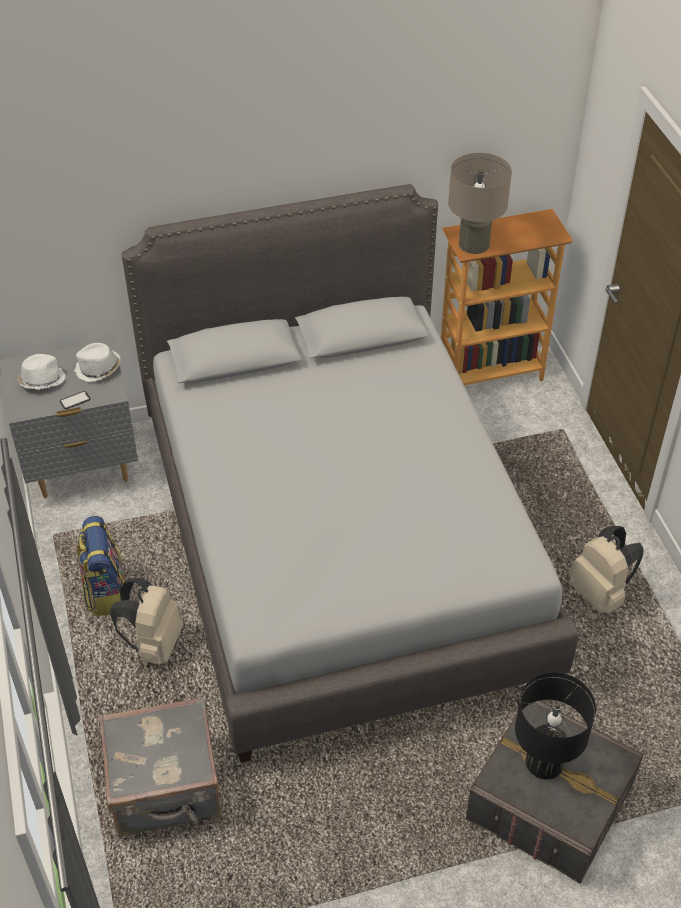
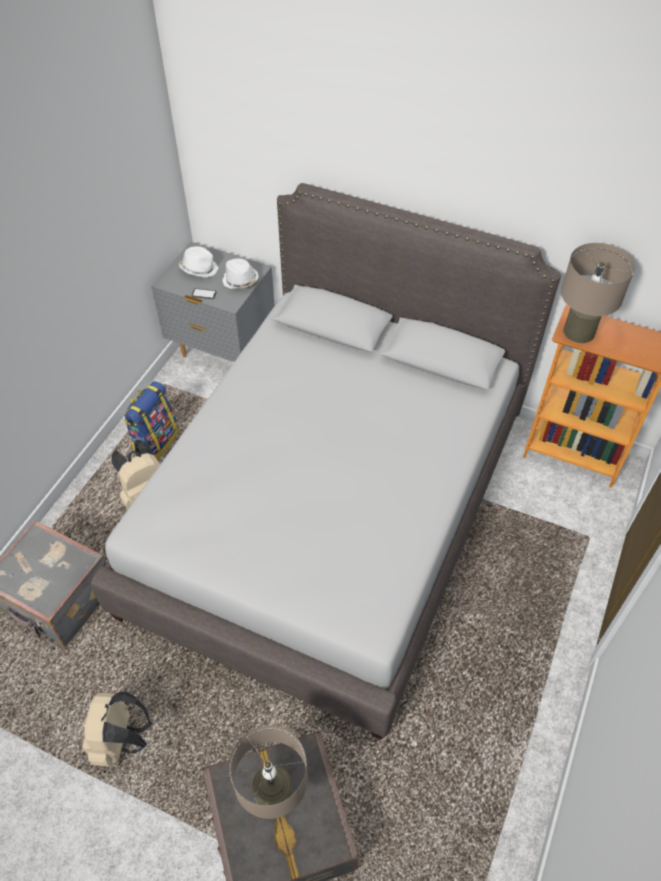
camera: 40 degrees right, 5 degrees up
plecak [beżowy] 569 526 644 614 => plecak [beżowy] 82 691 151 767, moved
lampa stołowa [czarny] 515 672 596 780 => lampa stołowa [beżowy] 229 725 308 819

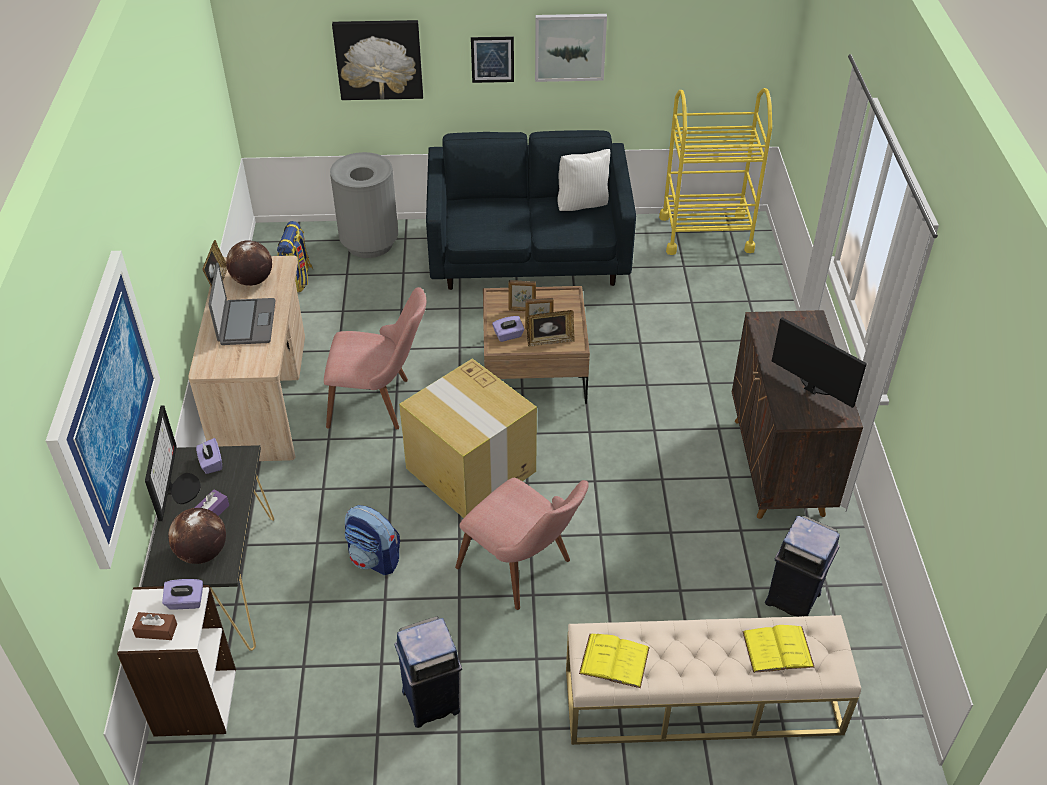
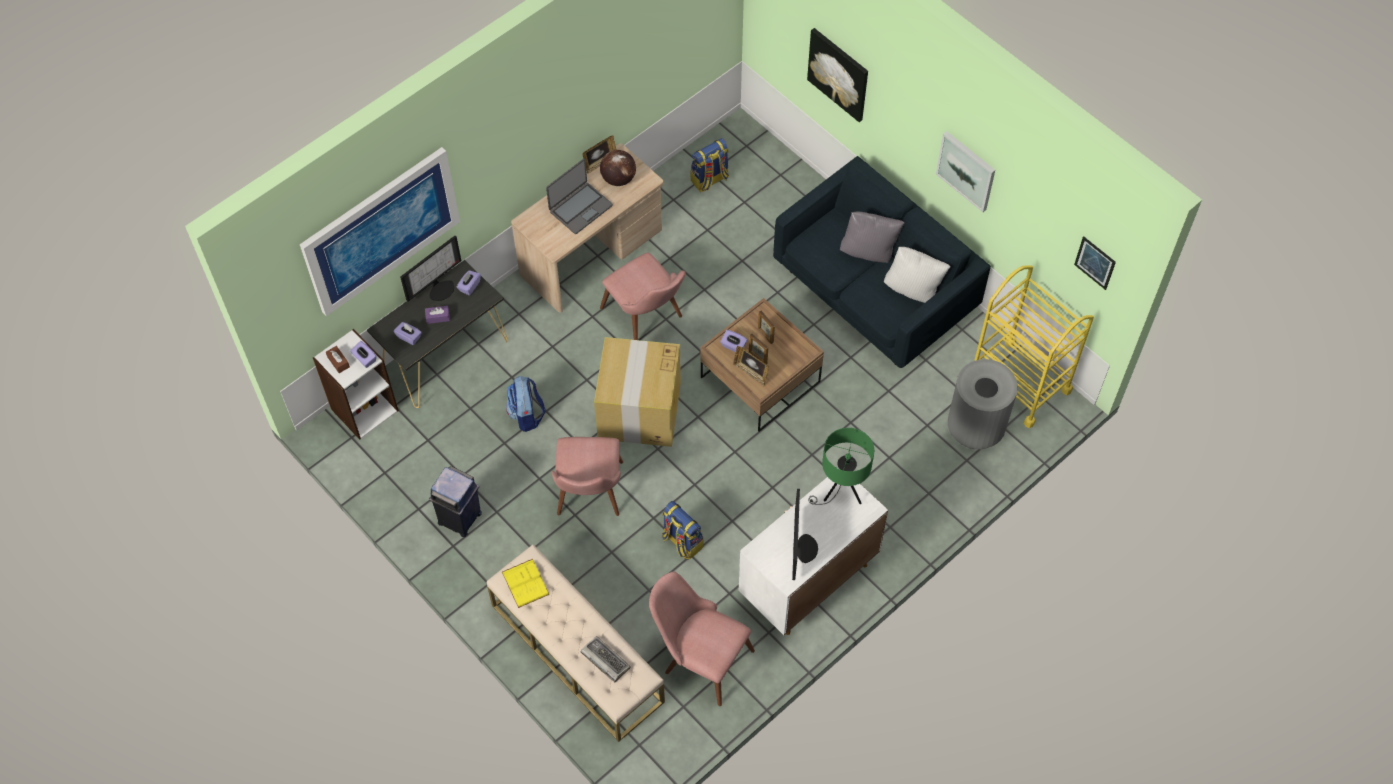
camera: 50 degrees right, 15 degrees up
nothing => plecak 662 501 704 560
nothing => lampa stołowa [zielony] 808 428 874 505
nothing => poduszka [szary] 840 212 904 263
kosz na śmieci [szary] 330 152 398 258 => kosz na śmieci [szary] 948 359 1018 449, moved
obraz 471 36 514 83 => obraz 1074 236 1116 290, moved
globus 168 508 226 564 => pudełko chusteczek [fioletowy] 394 322 422 345
książka [żółty] 742 625 815 673 => klawiatura 581 636 631 683
kosz na śmieci [niebieski] 765 516 840 617 => krzesło [różowy] 649 572 755 706
szafka [brązowy] 732 310 863 519 => szafka [biały] 739 468 888 635

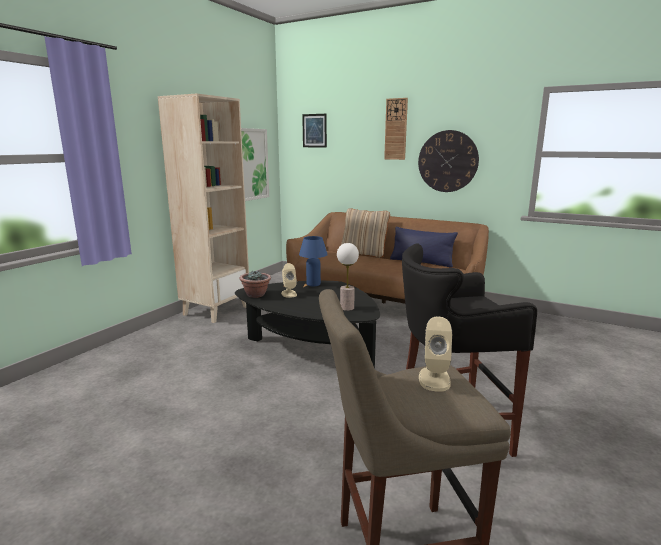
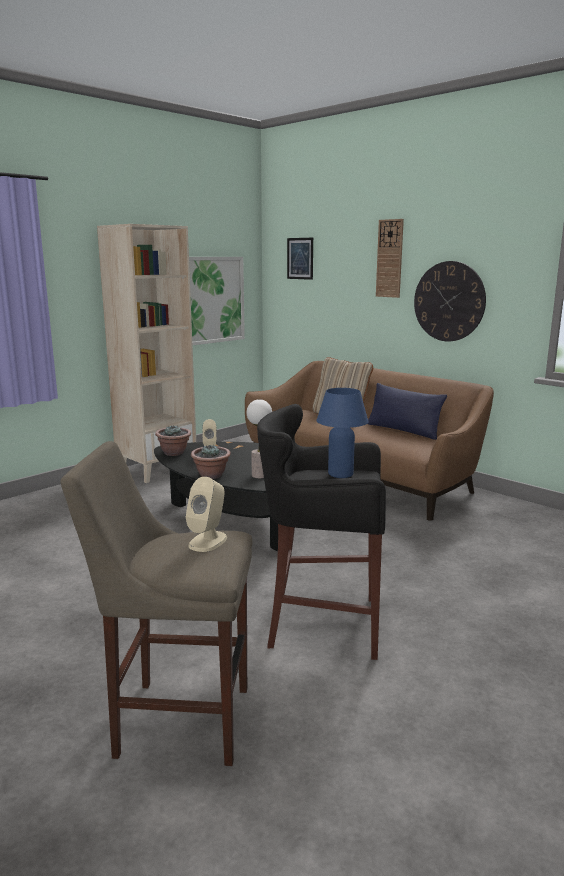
camera: 15 degrees right, 0 degrees up
nothing => roślina doniczkowa 191 444 231 479
lampa stołowa [niebieski] 299 236 328 286 => lampa stołowa [niebieski] 316 388 368 478, moved

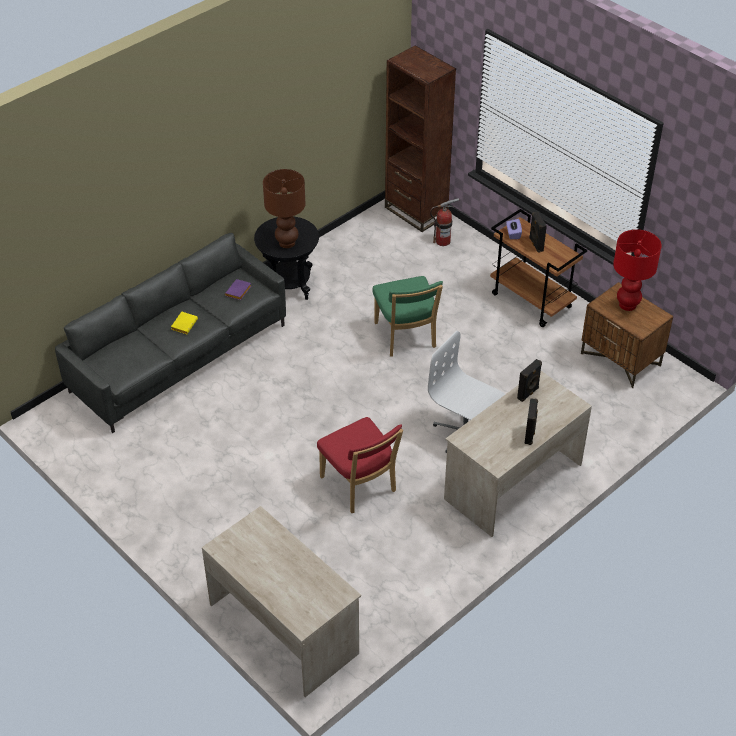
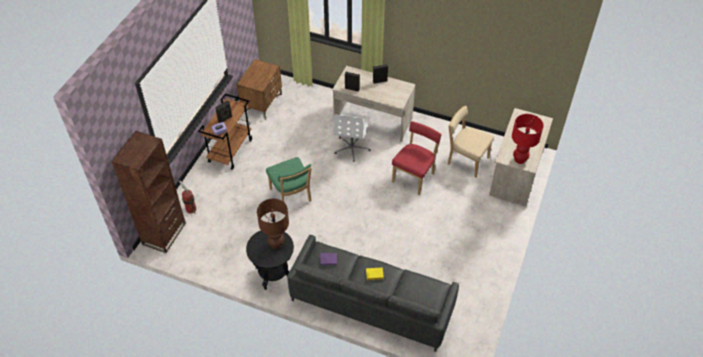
camera: 115 degrees left, 5 degrees up
nothing => krzesło [beżowy] 448 106 494 178
lampa stołowa [czerwony] 613 229 662 311 => lampa stołowa [czerwony] 512 114 544 164, moved
krzesło [zielony] 373 276 443 357 => krzesło [zielony] 266 157 312 202, 105 degrees clockwise

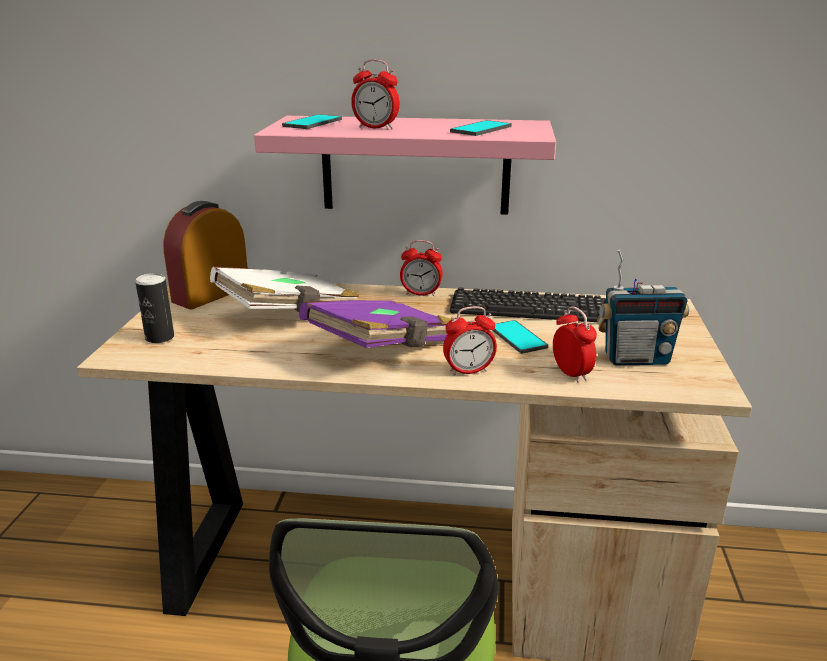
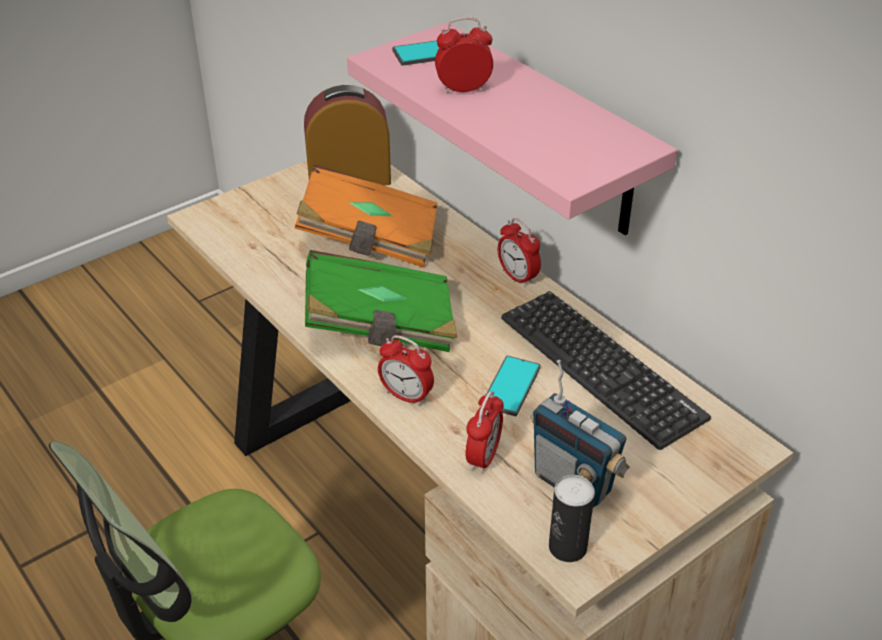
camera: 45 degrees right, 15 degrees up
telefon 450 120 512 136 => nothing
puszka 135 273 174 343 => puszka 549 475 595 562, moved
książka [biały] 210 266 359 312 => książka [pomarańczowy] 295 164 437 268
książka [fioletowy] 299 300 452 348 => książka [zielony] 305 250 457 352
budzik 351 59 400 130 => budzik 435 17 493 94, 105 degrees clockwise

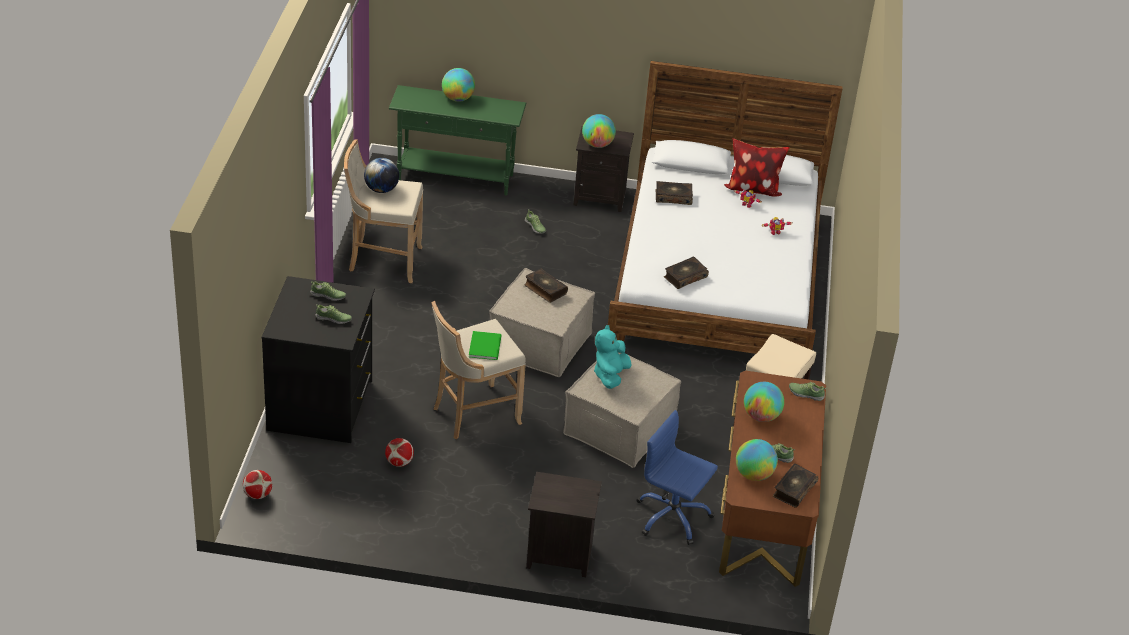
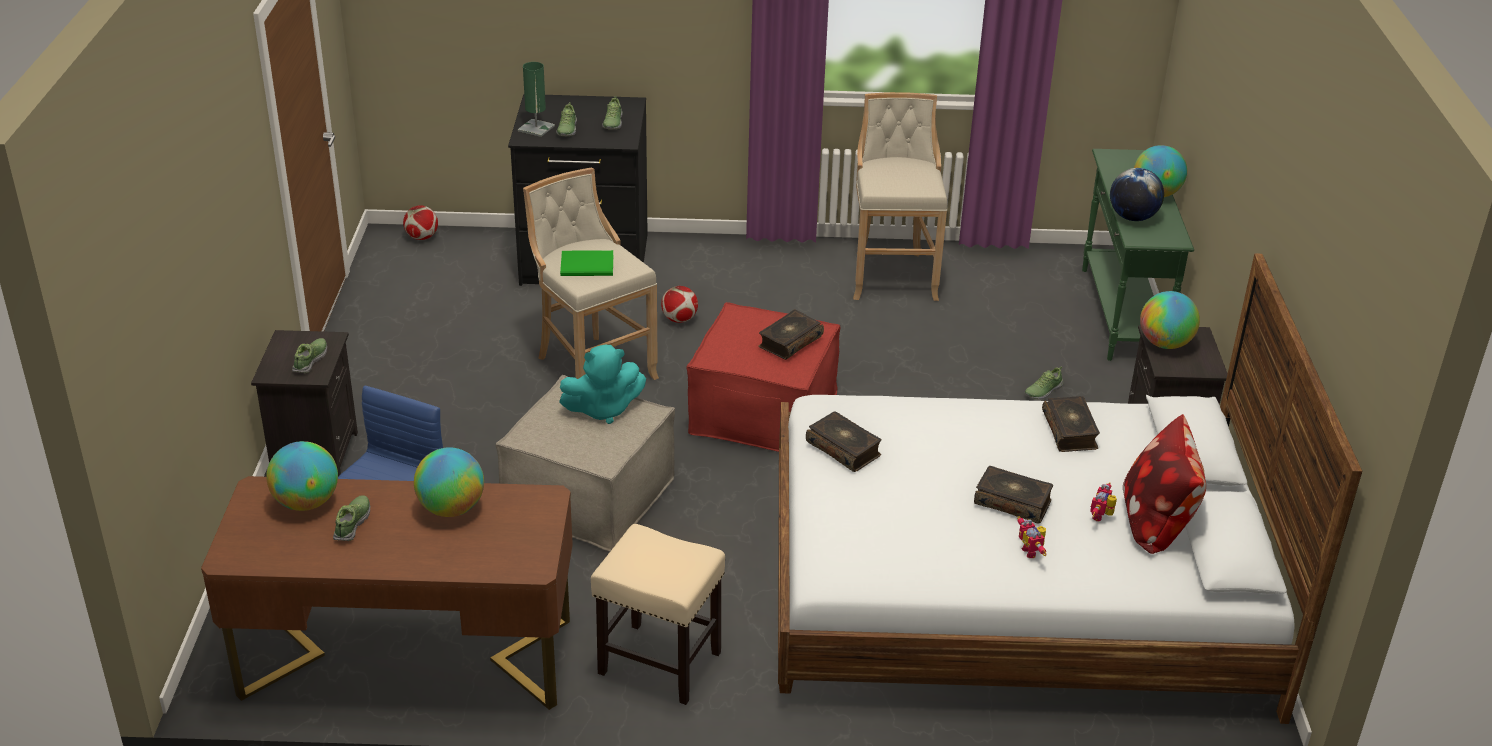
camera: 85 degrees right, 5 degrees down
nothing => lampa stołowa [zielony] 518 62 555 137
globus 364 158 399 193 => globus 1110 168 1164 221, moved
piłka futbolowa 385 438 414 467 => piłka futbolowa 661 286 698 323, moved
książka 773 463 818 508 => książka 974 466 1053 524, moved
but 789 382 826 401 => but 292 338 327 373, moved
pufa [beżowy] 489 268 595 377 => pufa [czerwony] 686 302 840 452
pluszak [turkusowy] 594 325 632 389 => pluszak [turkusowy] 559 345 646 424, 150 degrees clockwise

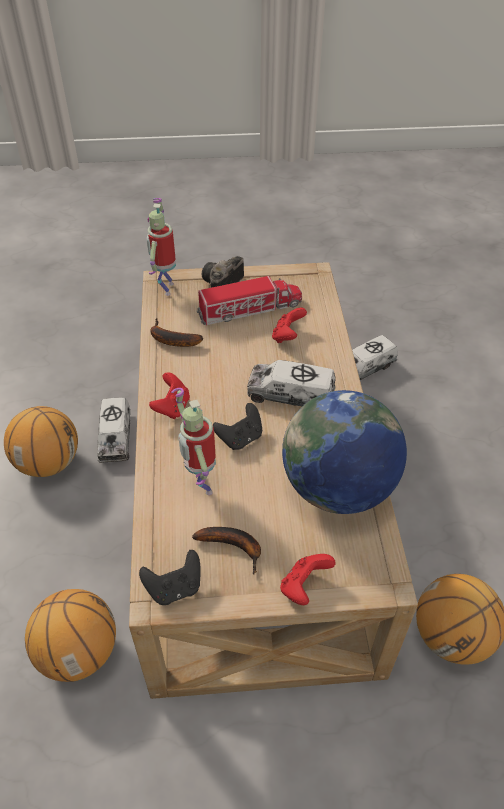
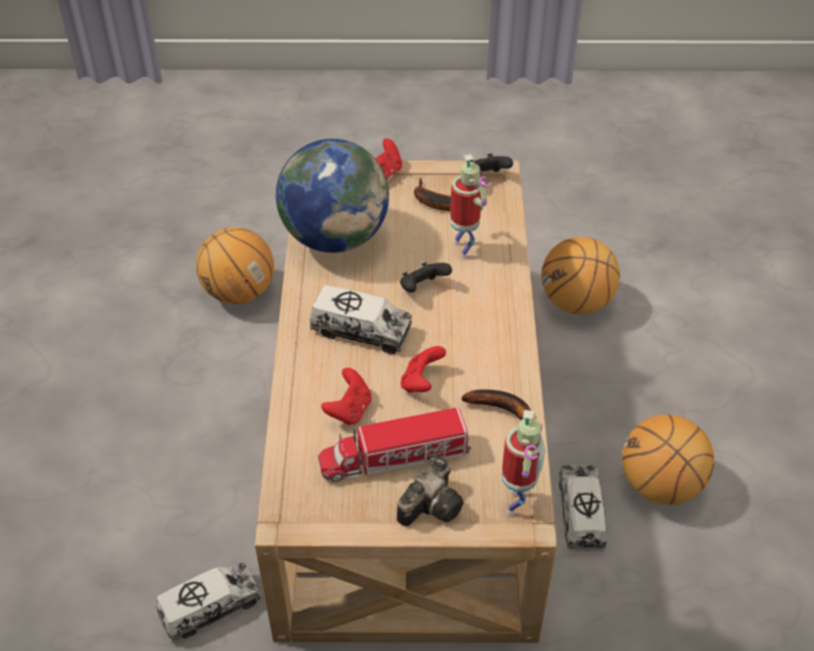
camera: 175 degrees left, 0 degrees up
pad do gier [czerwony] 149 372 190 419 => pad do gier [czerwony] 401 346 446 393, moved

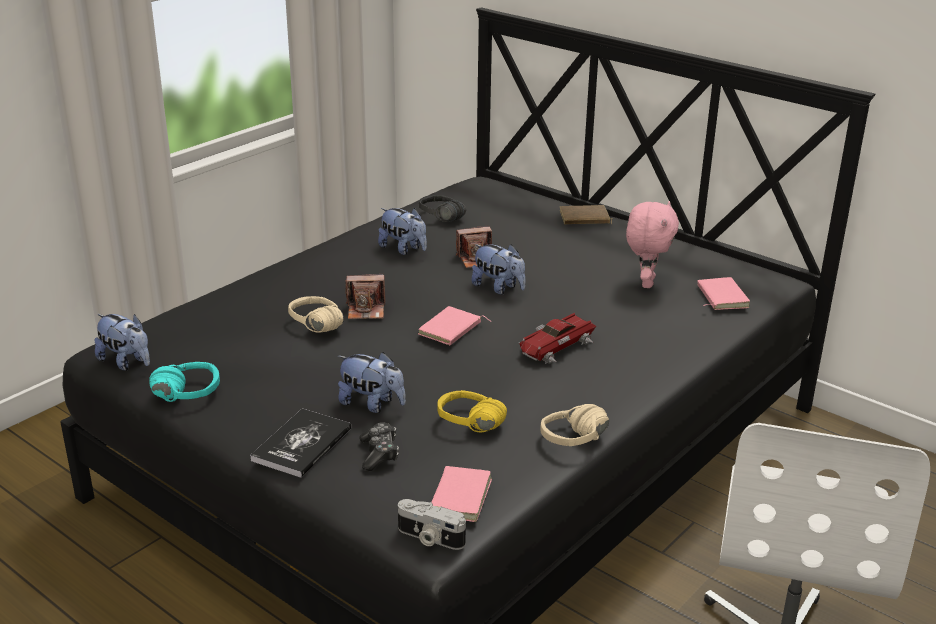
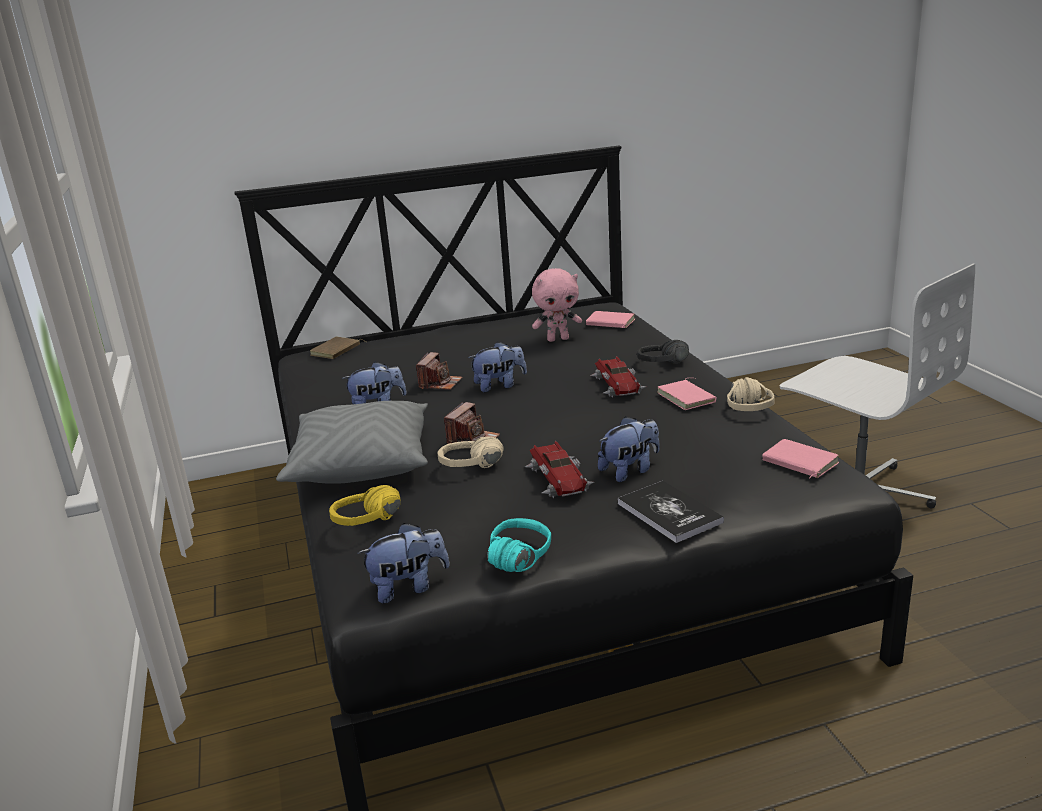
camera: 55 degrees left, 5 degrees down
pad do gier 359 422 399 471 => nothing
aparat fotograficzny 398 499 466 550 => nothing
nothing => poduszka [szary] 276 401 428 484
nothing => samochodzik 525 441 594 498
książka [różowy] 418 306 491 345 => książka [różowy] 657 378 717 410, moved
słuchawki [czarny] 419 195 466 222 => słuchawki [czarny] 637 340 689 364, moved
słuchawki [żółty] 437 390 507 432 => słuchawki [żółty] 329 485 401 526, moved
książka [brązowy] 560 205 612 224 => książka [brązowy] 310 336 366 359, moved
pluszak [różowy] 626 201 679 288 => pluszak [różowy] 532 268 582 342, 120 degrees clockwise

